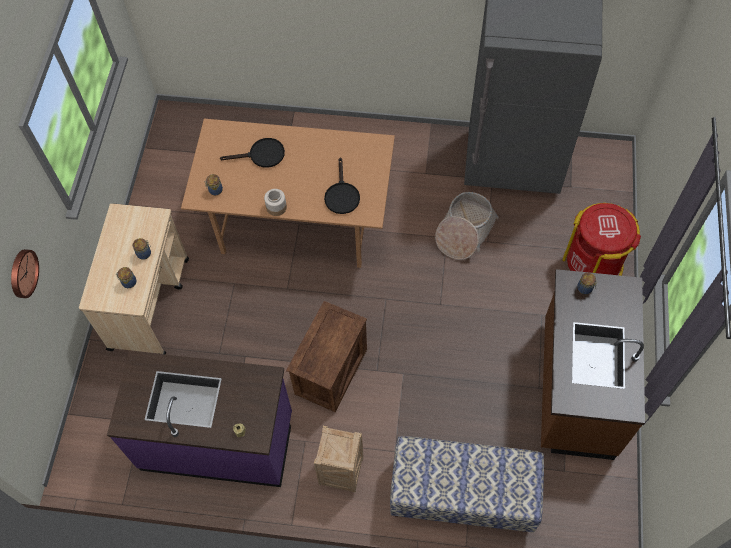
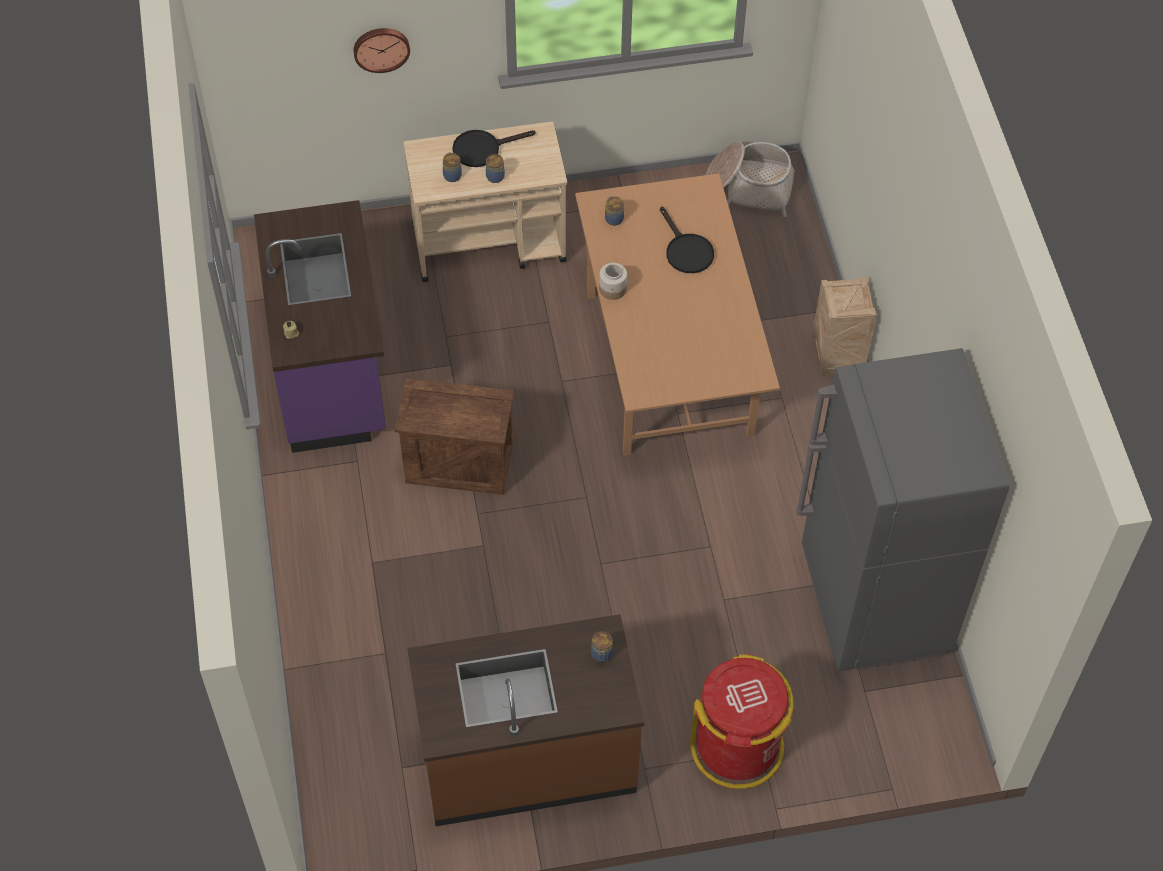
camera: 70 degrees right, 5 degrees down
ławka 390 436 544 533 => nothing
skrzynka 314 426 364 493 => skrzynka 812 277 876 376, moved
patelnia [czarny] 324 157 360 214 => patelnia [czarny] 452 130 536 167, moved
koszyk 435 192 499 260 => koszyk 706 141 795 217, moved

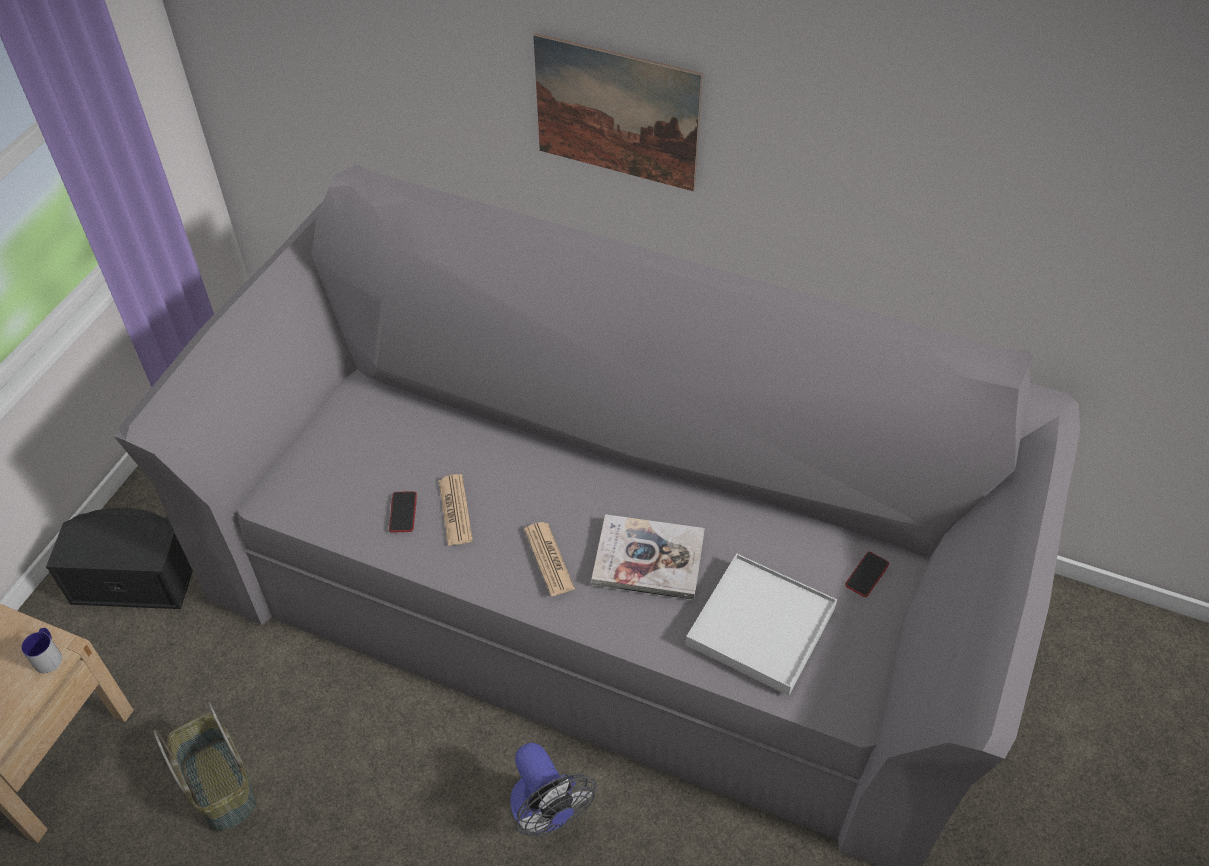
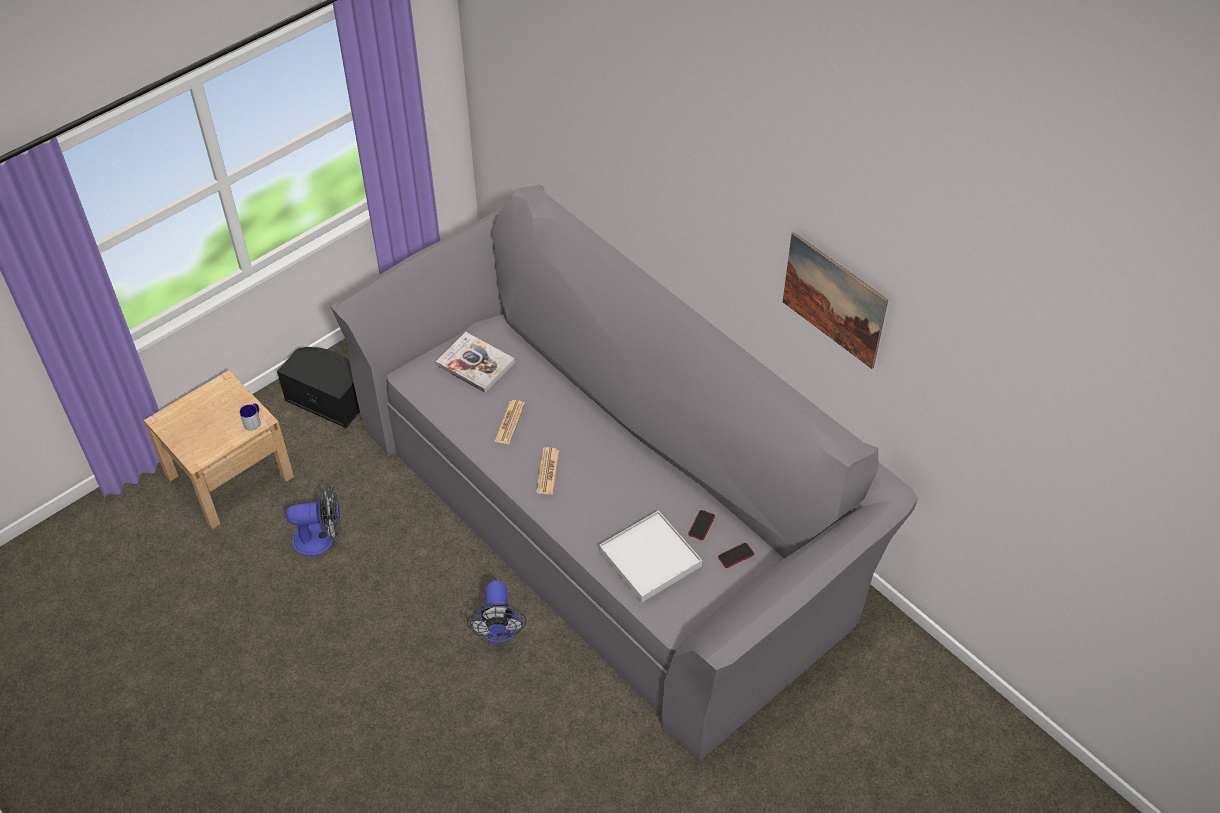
camera: 25 degrees right, 0 degrees up
telefon 389 491 417 532 => telefon 688 510 715 540, moved
obraz 533 33 703 191 => obraz 783 232 888 369, moved
książka 591 514 705 600 => książka 435 332 515 393, moved
koszyk 153 702 257 832 => wentylator 286 484 340 556

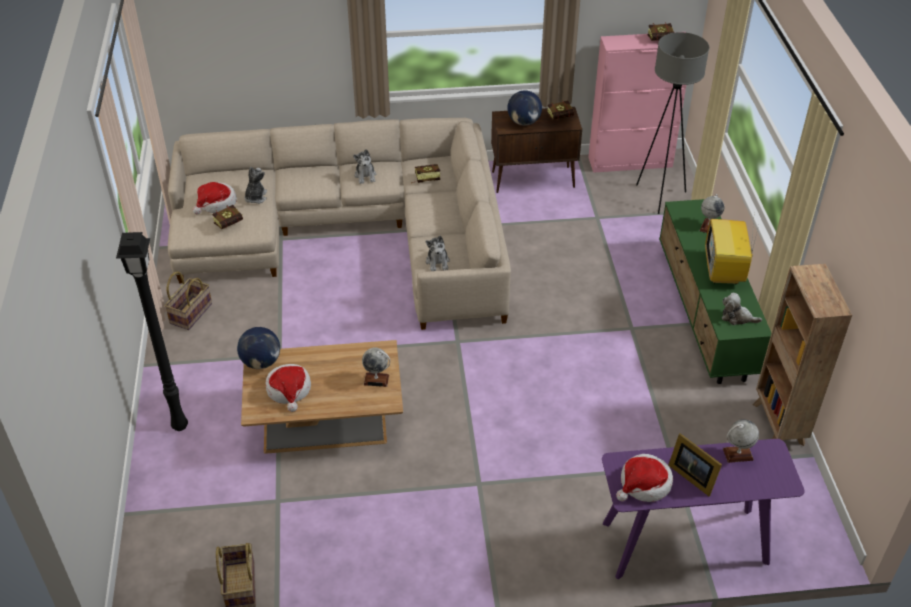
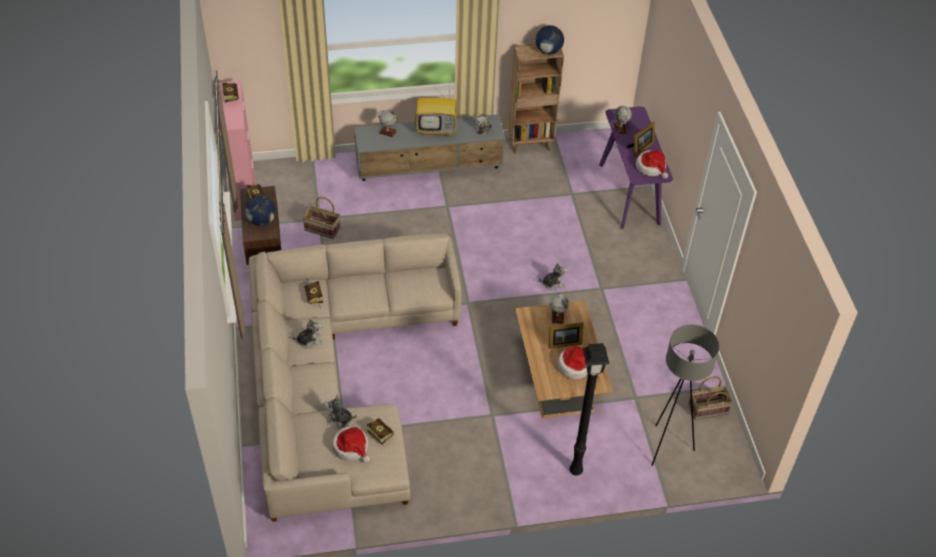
camera: 95 degrees left, 5 degrees up
nothing => ramka na zdjęcie 549 322 584 349
koszyk 164 271 212 330 => koszyk 303 197 341 239, moved
globus 237 327 280 369 => globus 536 25 564 54, moved
pluszak 426 236 450 271 => pluszak 539 263 568 291, moved
lampa stojąca [szary] 636 32 709 214 => lampa stojąca [szary] 652 325 720 466, moved
szafka pod telewizor [zielony] 659 199 771 384 => szafka pod telewizor [szary] 354 114 505 181

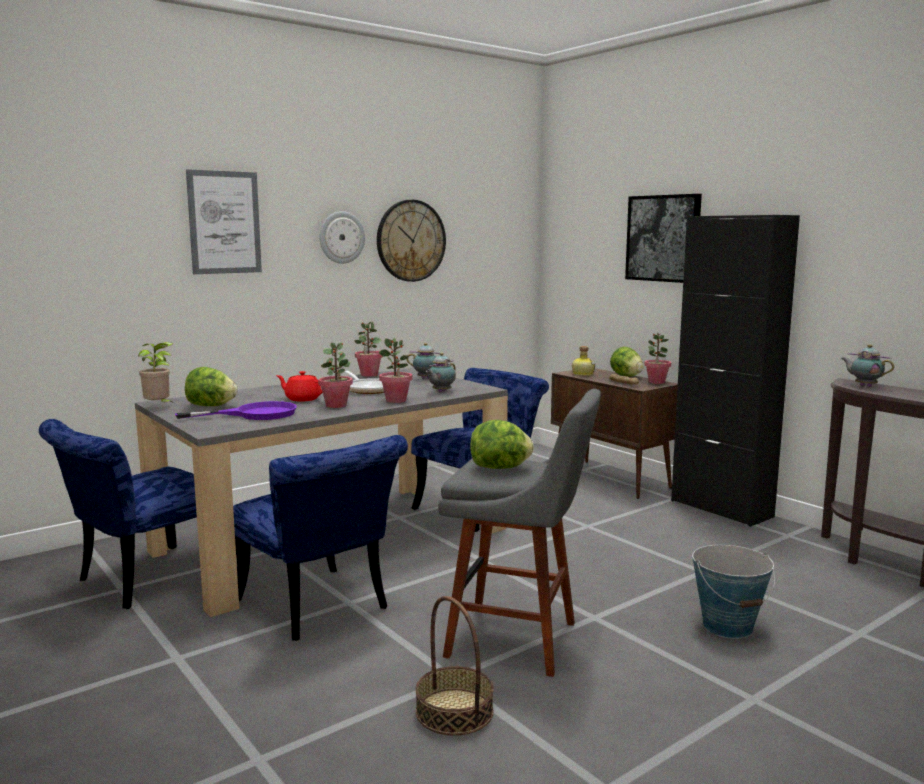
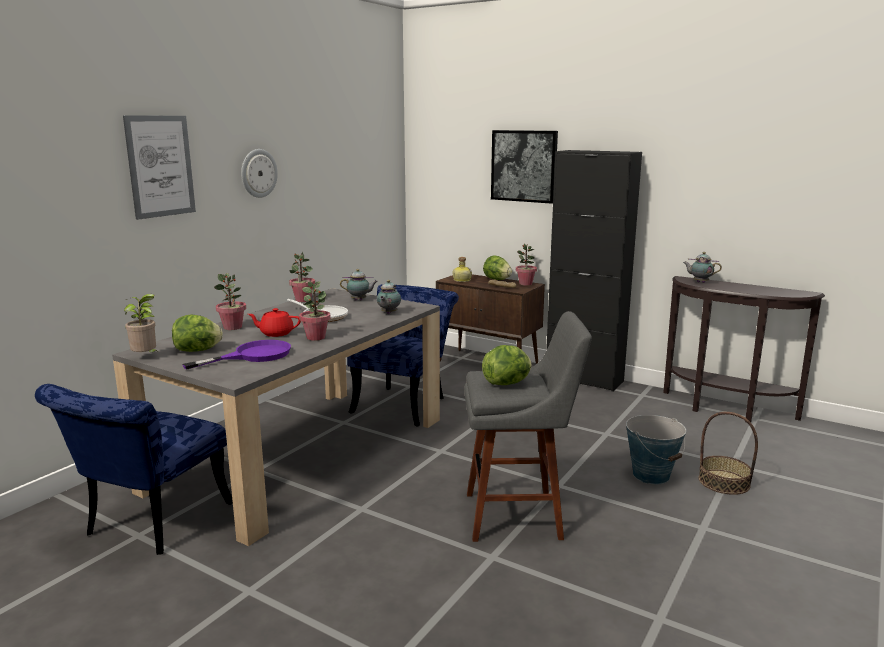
camera: 20 degrees left, 5 degrees up
krzesło [niebieski] 233 435 408 641 => nothing
zegar ścienny 377 200 446 282 => nothing
roślina doniczkowa 378 338 412 403 => roślina doniczkowa 214 273 246 330, moved
koszyk 415 596 494 736 => koszyk 698 412 758 495, moved

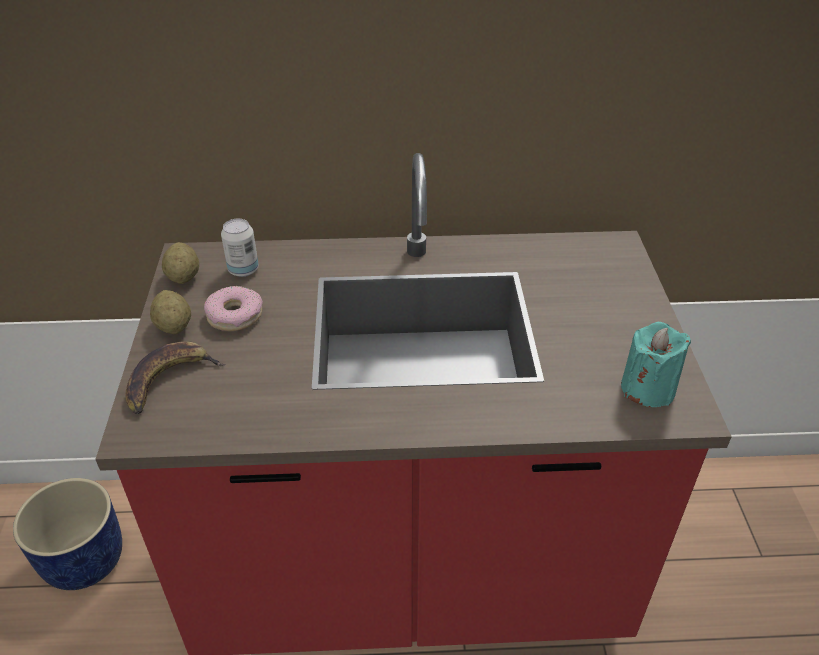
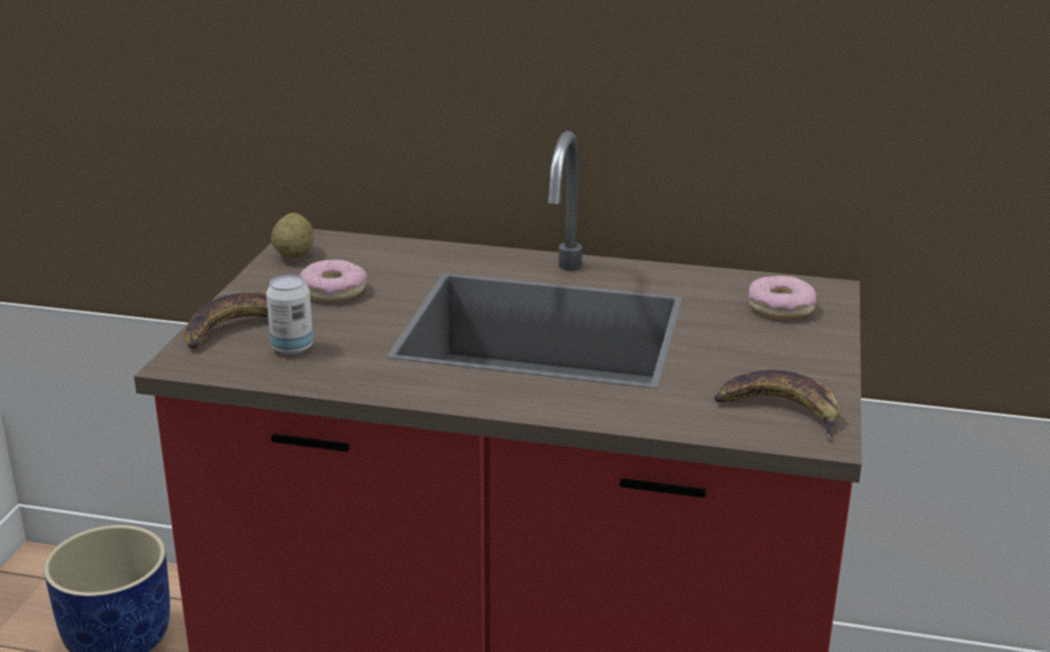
camera: 15 degrees right, 15 degrees down
ziemniak 150 290 191 334 => nothing
nothing => donut 749 276 816 319
puszka 221 219 259 277 => puszka 266 275 313 355, moved
świeca [turkusowy] 621 322 691 407 => banan 714 370 840 442

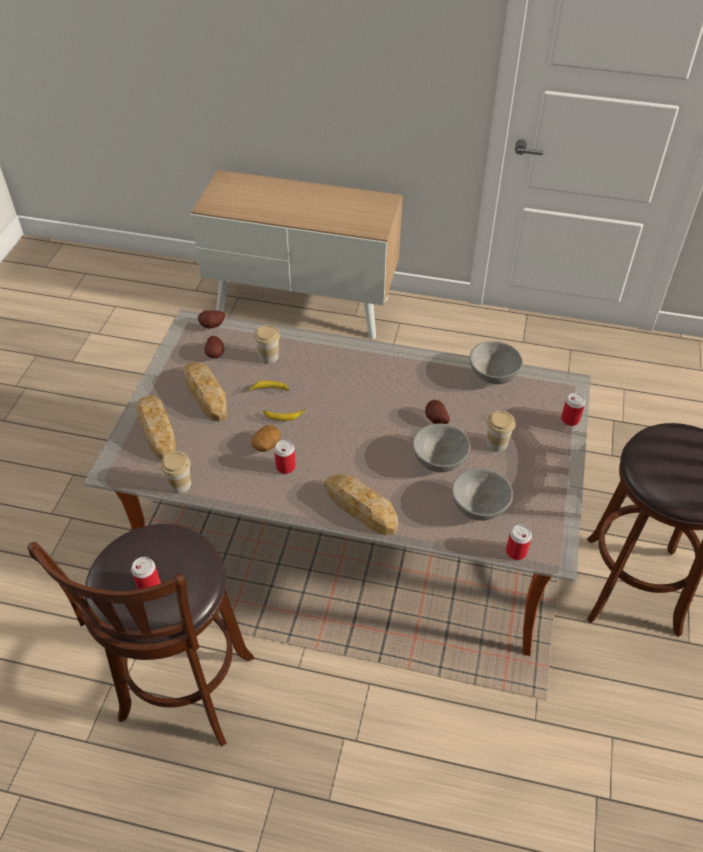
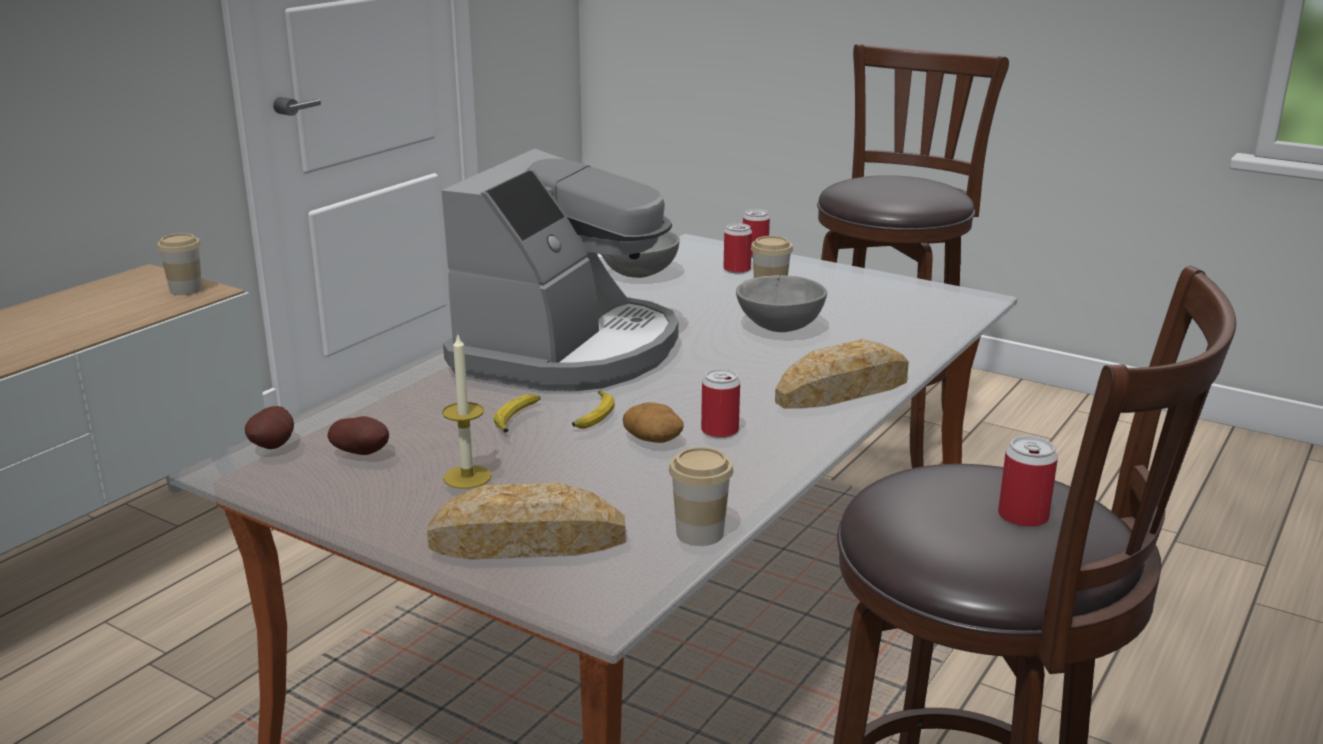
camera: 70 degrees left, 25 degrees down
ziemniak 425 400 450 424 => nothing
miska [szary] 452 468 513 521 => nothing
nothing => ekspres do kawy 441 149 679 392
filiżanka 254 325 280 364 => filiżanka 157 233 202 295, moved
puszka 506 524 532 560 => puszka 723 223 752 273, moved
chleb 184 362 227 422 => świeca 442 333 492 489

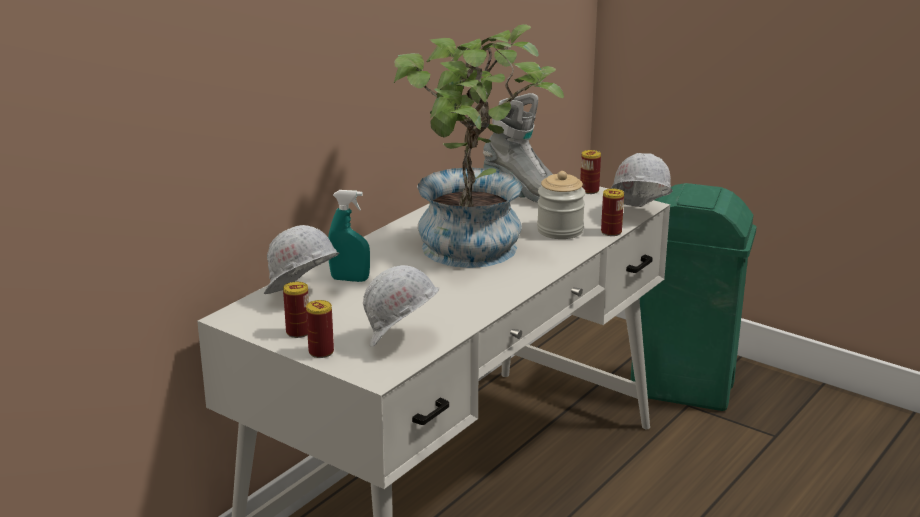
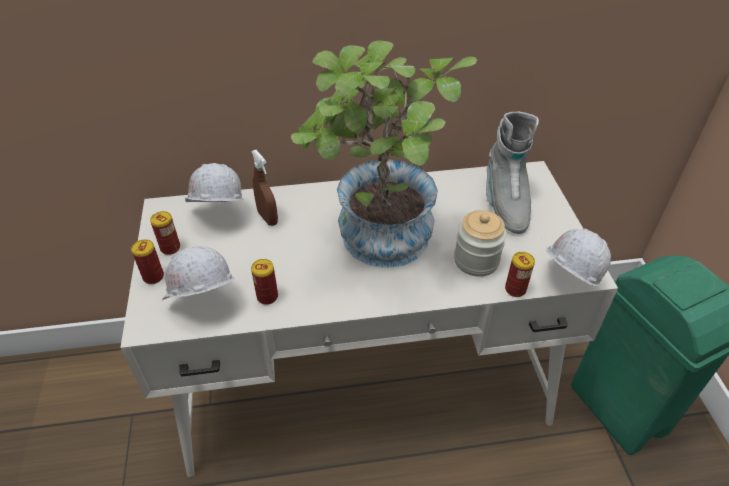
camera: 45 degrees right, 20 degrees up
puszka 580 150 601 194 => puszka 251 259 278 305, moved
spryskiwacz [turkusowy] 328 190 370 282 => spryskiwacz [brązowy] 251 150 278 226

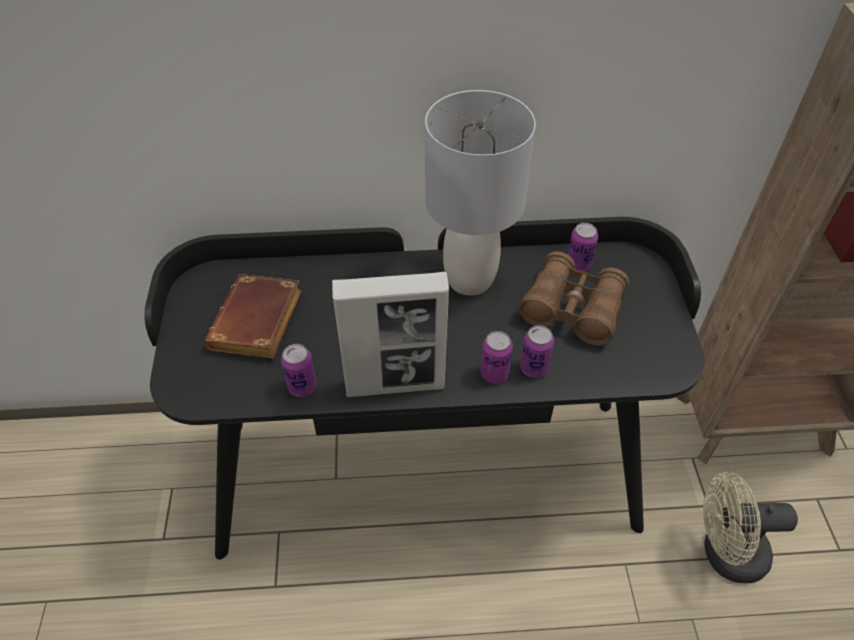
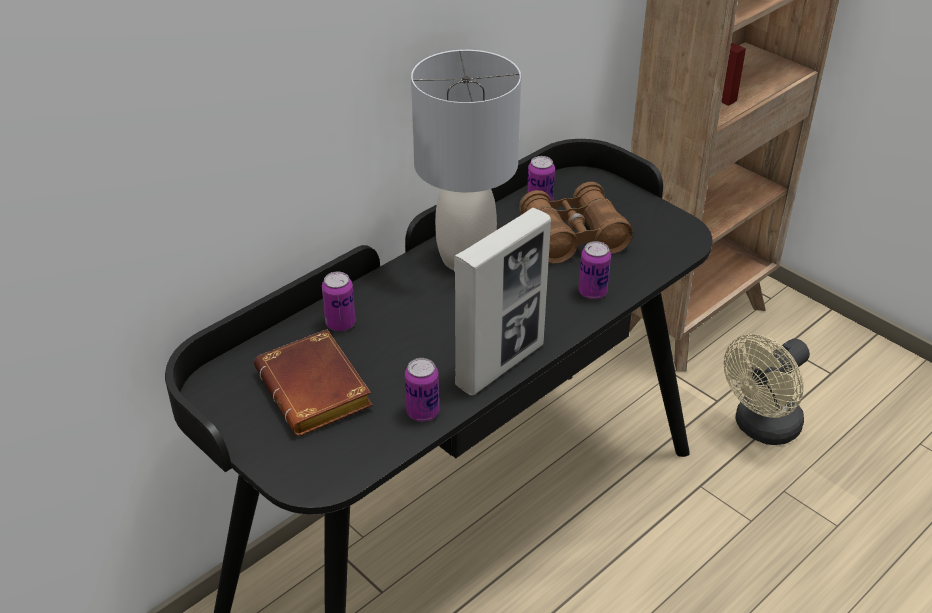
camera: 40 degrees left, 10 degrees down
puszka 480 331 513 384 => puszka 322 272 355 331, moved

